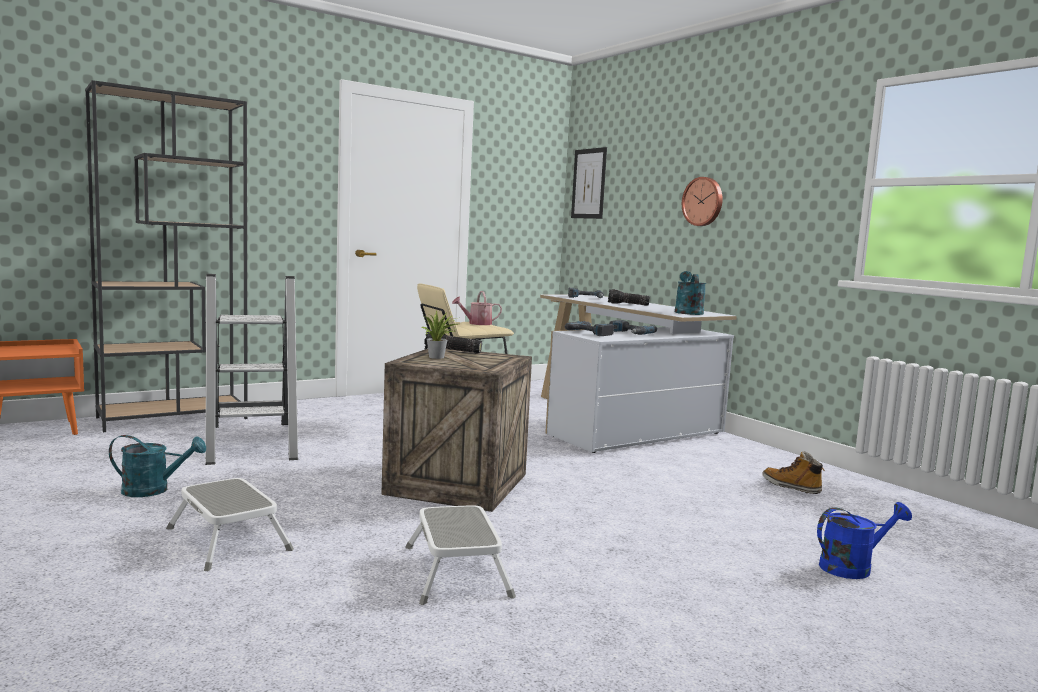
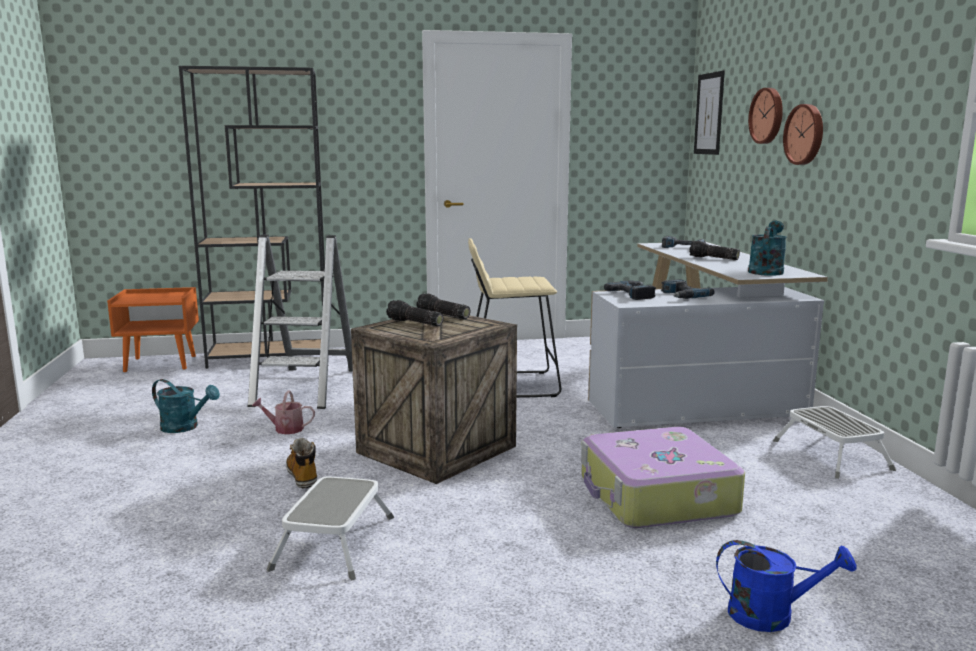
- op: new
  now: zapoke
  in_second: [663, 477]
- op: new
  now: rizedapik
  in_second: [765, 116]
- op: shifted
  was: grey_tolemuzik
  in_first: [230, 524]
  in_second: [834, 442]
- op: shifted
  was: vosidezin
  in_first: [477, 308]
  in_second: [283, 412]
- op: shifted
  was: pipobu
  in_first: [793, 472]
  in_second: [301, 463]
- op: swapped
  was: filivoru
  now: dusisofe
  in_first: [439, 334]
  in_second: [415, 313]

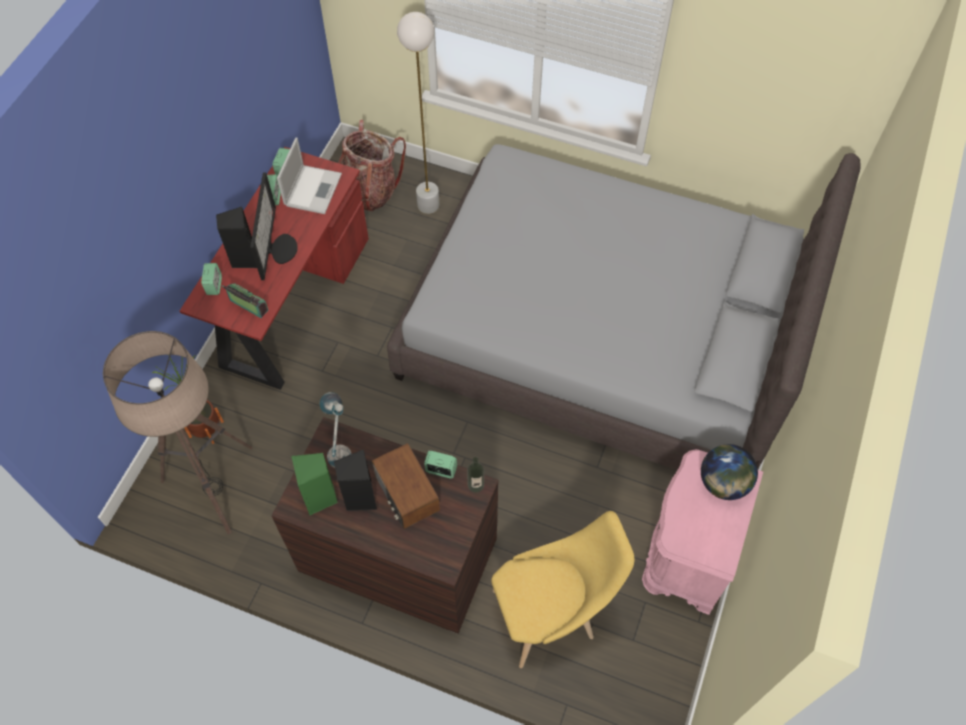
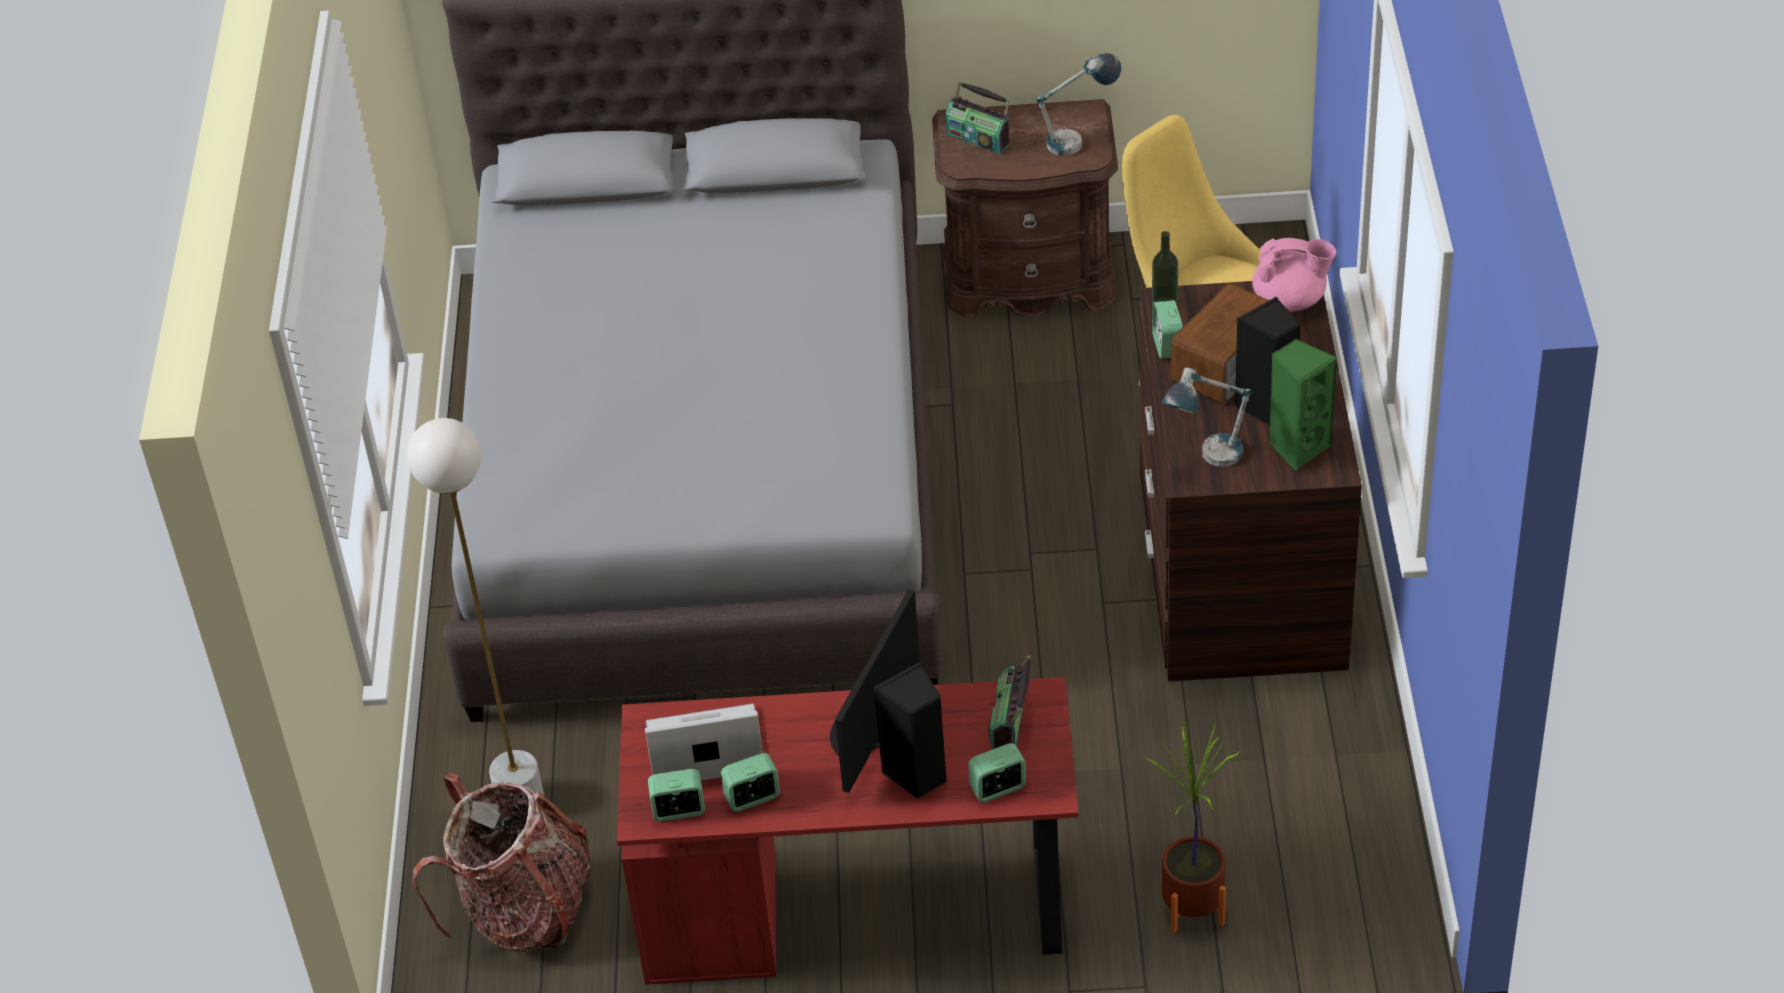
- op: gone
  was: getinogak
  in_first: [178, 432]
- op: new
  now: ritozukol
  in_second: [1079, 104]
- op: new
  now: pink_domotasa
  in_second: [1294, 274]
- op: swapped
  was: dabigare
  now: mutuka
  in_first: [729, 472]
  in_second: [977, 118]
- op: repainted
  was: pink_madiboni
  now: brown_madiboni
  in_first: [702, 532]
  in_second: [1025, 208]
- op: rotated
  was: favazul
  in_first: [274, 226]
  in_second: [875, 691]
  clockwise: -45

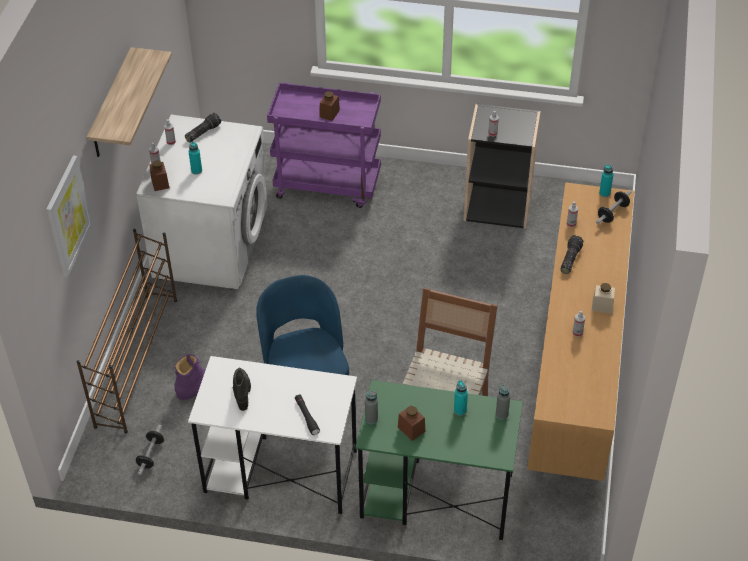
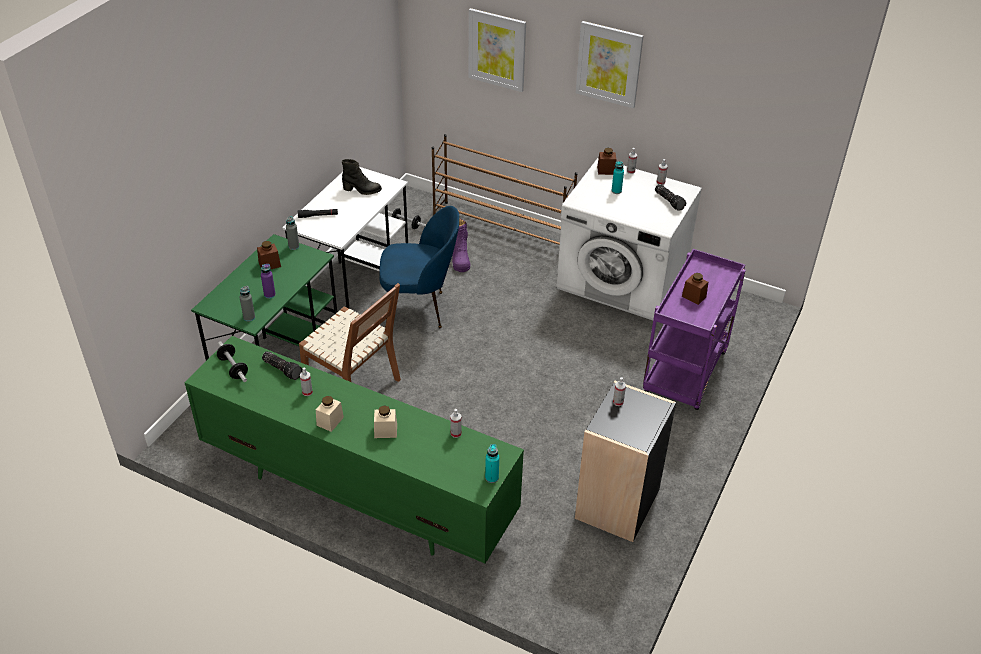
- op: new
  now: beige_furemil
  in_second: [385, 421]
- op: shifted
  was: dusisofe
  in_first: [572, 254]
  in_second: [282, 365]
- op: shifted
  was: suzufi
  in_first: [614, 207]
  in_second: [232, 361]
- op: swapped
  was: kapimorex
  now: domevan
  in_first: [129, 102]
  in_second: [610, 64]
- op: repainted
  was: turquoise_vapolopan
  now: purple_vapolopan
  in_first: [461, 398]
  in_second: [268, 281]
- op: repainted
  was: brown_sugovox
  now: green_sugovox
  in_first: [580, 331]
  in_second: [354, 449]

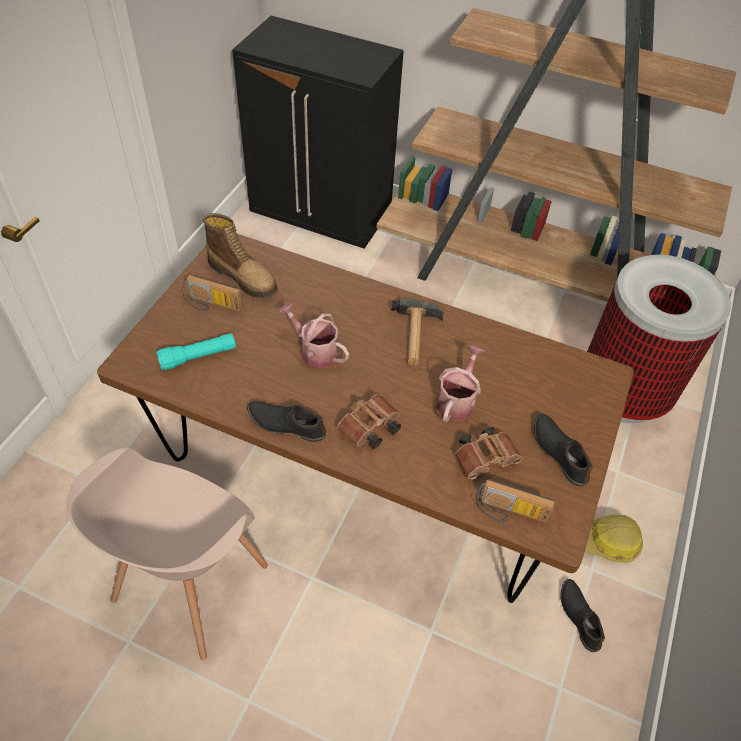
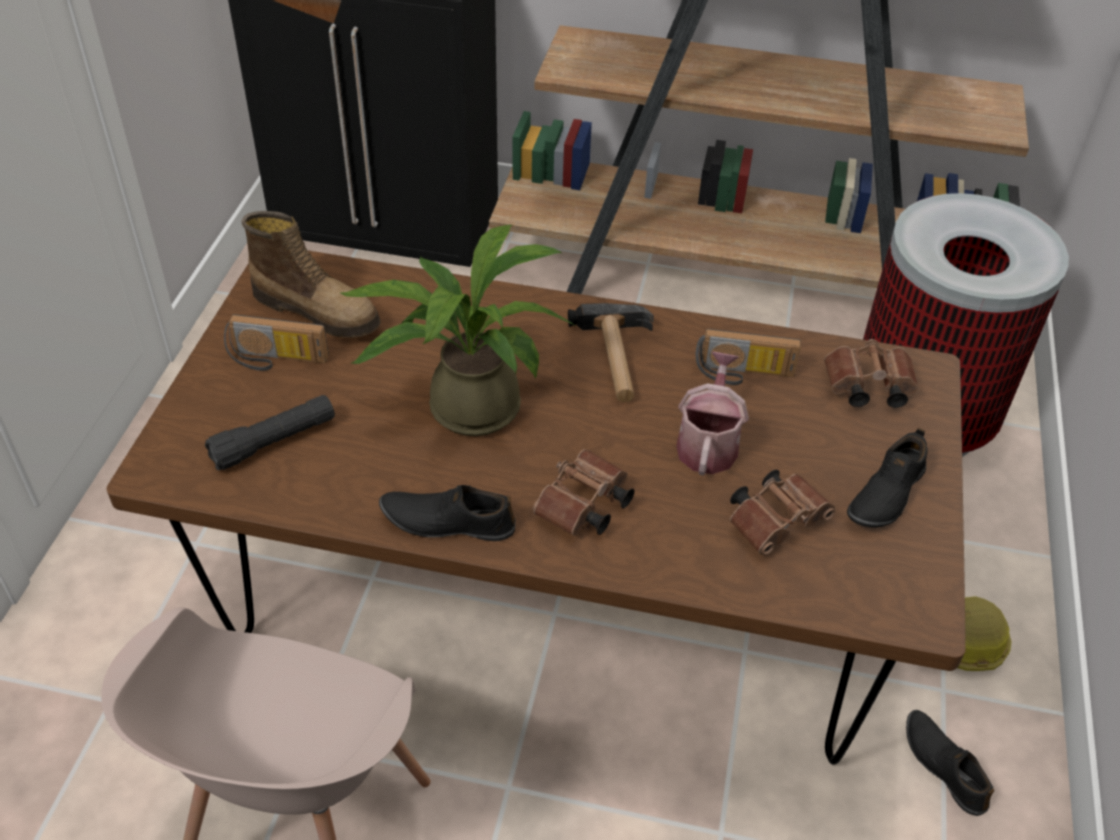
- op: new
  now: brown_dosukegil
  in_second: [871, 373]
- op: shifted
  was: mutuka
  in_first: [515, 501]
  in_second: [748, 357]
- op: swapped
  was: vosidezin
  now: filivoru
  in_first: [313, 336]
  in_second: [458, 330]
- op: repainted
  was: turquoise_dusisofe
  now: black_dusisofe
  in_first: [196, 351]
  in_second: [270, 432]
- op: rotated
  was: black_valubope
  in_first: [563, 450]
  in_second: [887, 478]
  clockwise: -105

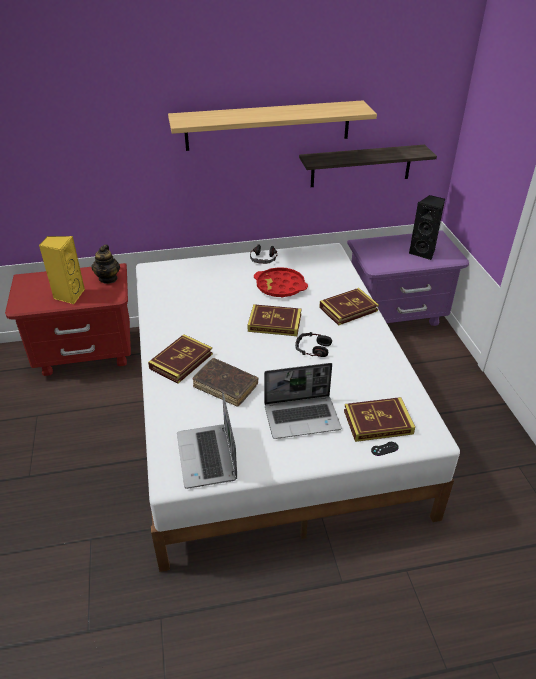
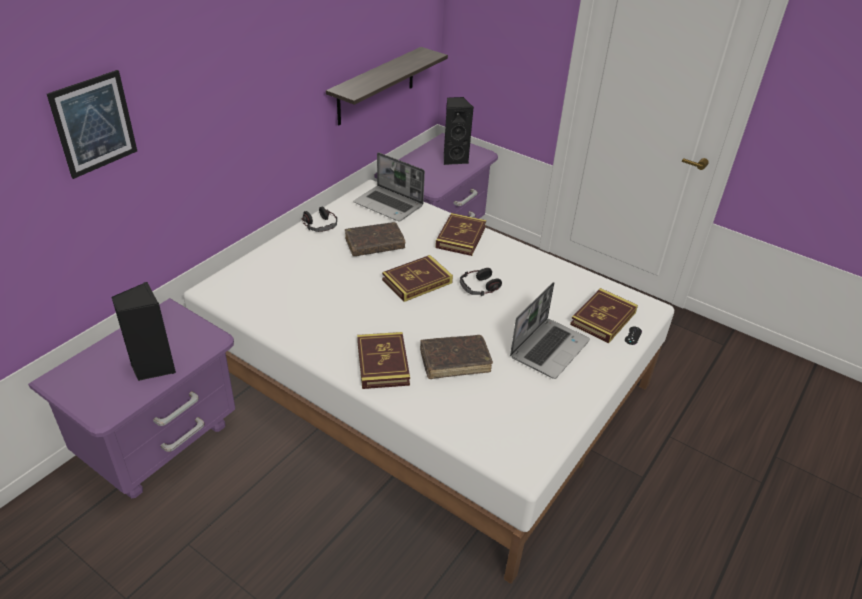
- op: gone
  was: domotasa
  in_first: [105, 264]
- op: gone
  was: kapimorex
  in_first: [272, 125]
- op: new
  now: domevan
  in_second: [92, 124]
- op: shifted
  was: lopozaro
  in_first: [207, 440]
  in_second: [389, 186]
- op: swapped
  was: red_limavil
  now: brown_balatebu
  in_first: [281, 282]
  in_second: [375, 239]
- op: repainted
  was: red_madiboni
  now: purple_madiboni
  in_first: [68, 319]
  in_second: [131, 398]
- op: repainted
  was: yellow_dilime
  now: black_dilime
  in_first: [62, 270]
  in_second: [143, 331]

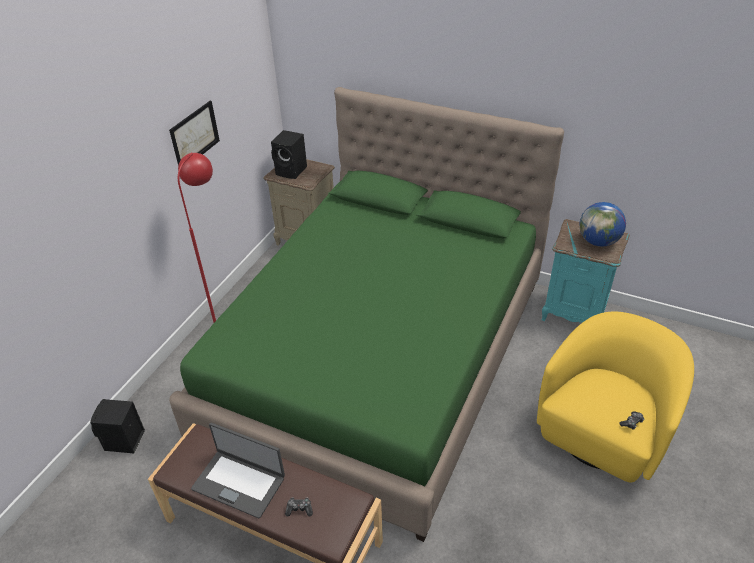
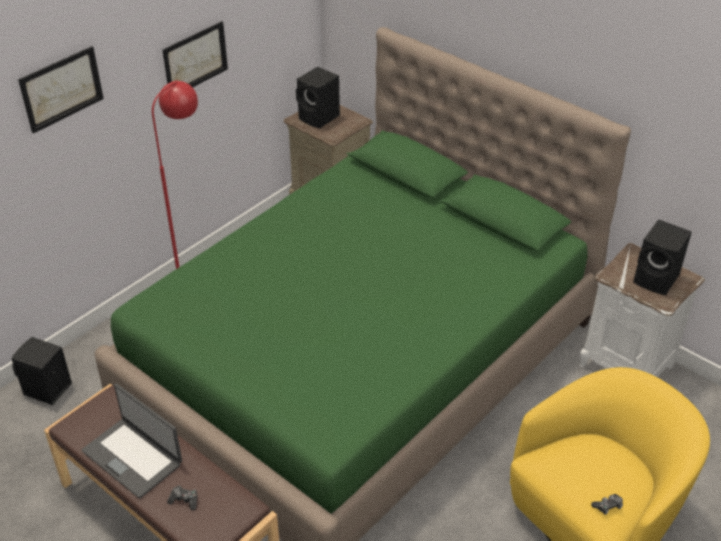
- op: new
  now: domevan
  in_second: [61, 90]
- op: swapped
  was: dabigare
  now: black_dilime
  in_first: [602, 224]
  in_second: [662, 257]
- op: repainted
  was: turquoise_madiboni
  now: white_madiboni
  in_first: [586, 271]
  in_second: [642, 310]

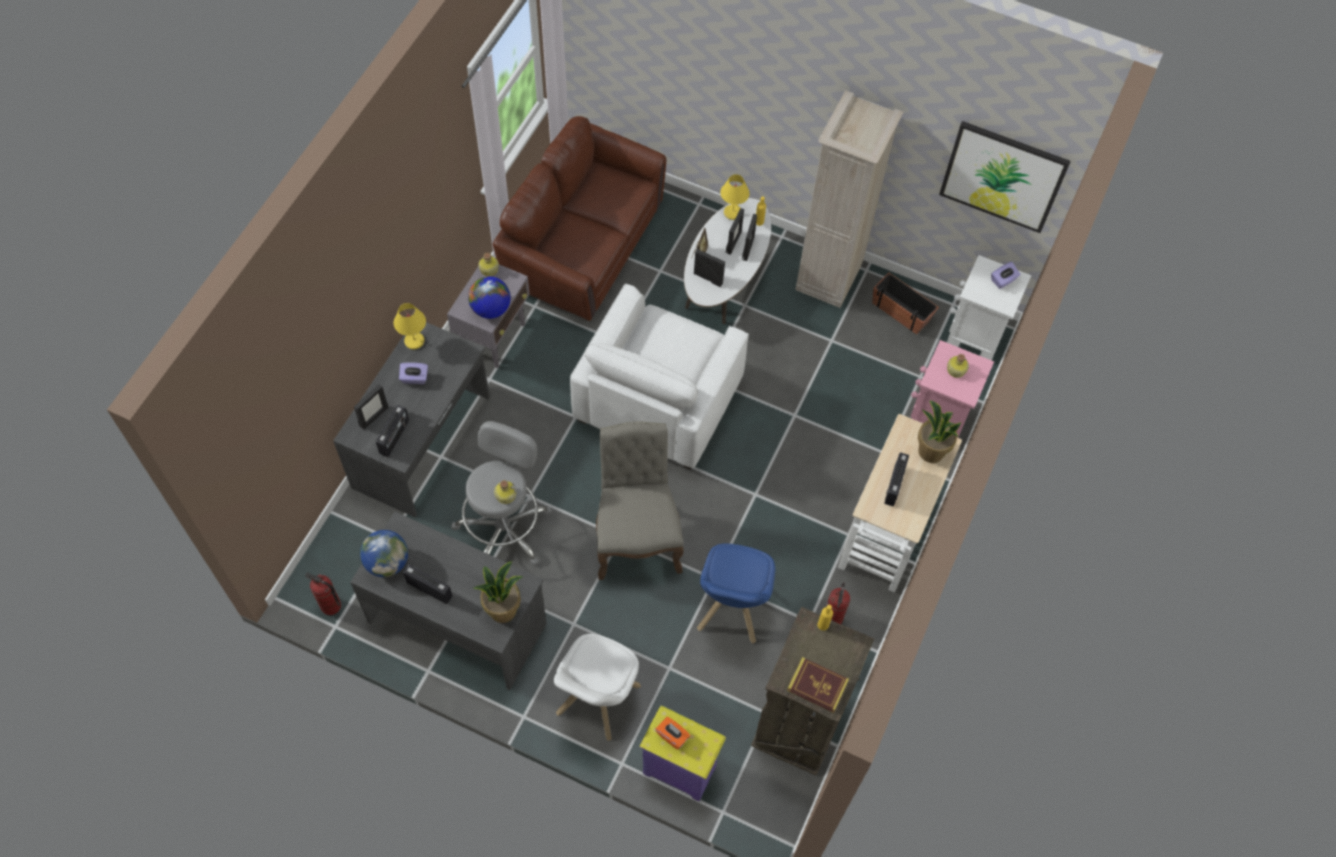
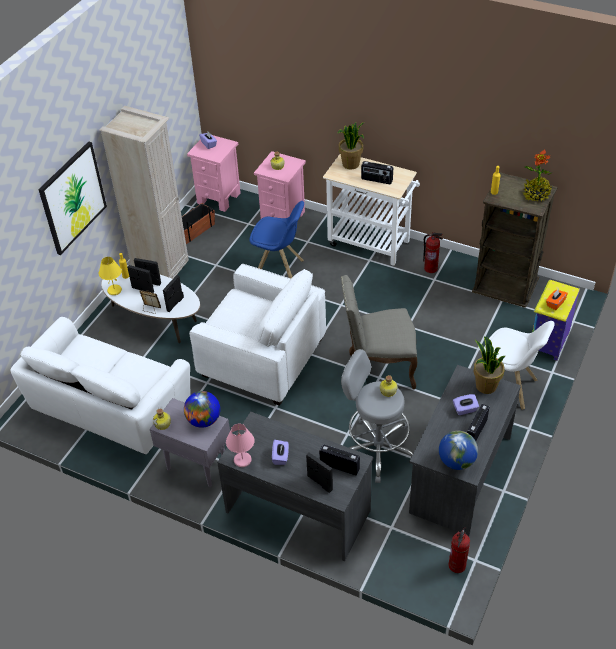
- op: new
  now: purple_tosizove
  in_second: [466, 404]
- op: shifted
  was: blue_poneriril
  in_first: [736, 593]
  in_second: [276, 239]
- op: shifted
  was: domevan
  in_first: [1005, 177]
  in_second: [72, 198]
- op: swapped
  was: balatebu
  now: filivoru
  in_first: [818, 685]
  in_second: [537, 175]
- op: repainted
  was: yellow_ritozukol
  now: pink_ritozukol
  in_first: [410, 326]
  in_second: [240, 445]
- op: repainted
  was: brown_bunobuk
  now: white_bunobuk
  in_first: [579, 218]
  in_second: [101, 385]
- op: repainted
  was: white_madiboni
  now: pink_madiboni
  in_first: [989, 307]
  in_second: [214, 173]

